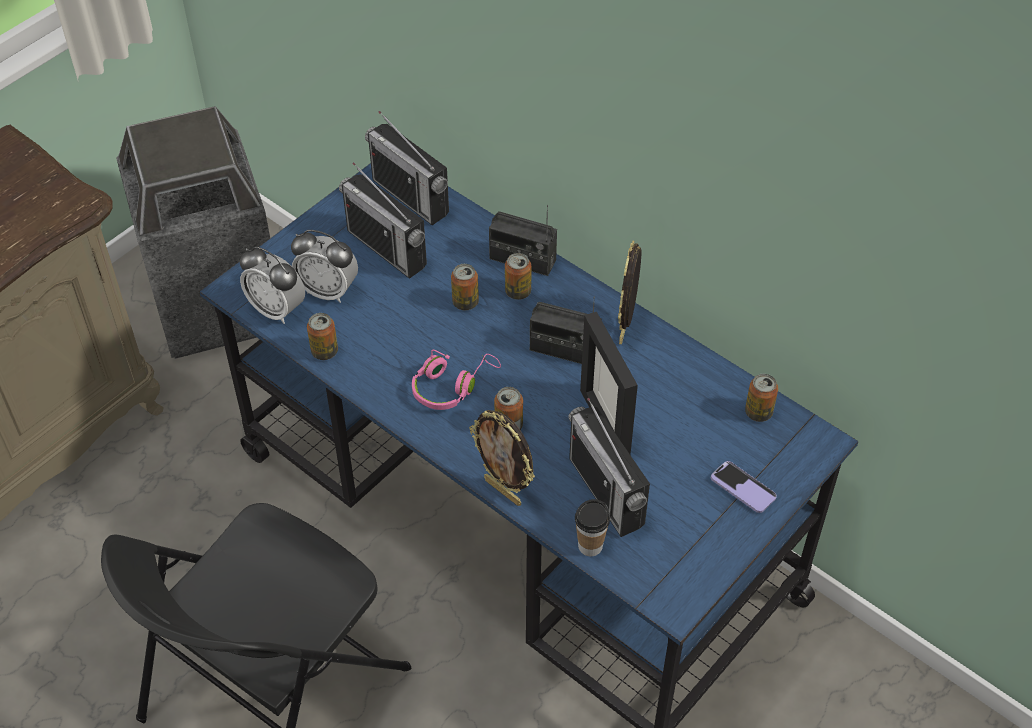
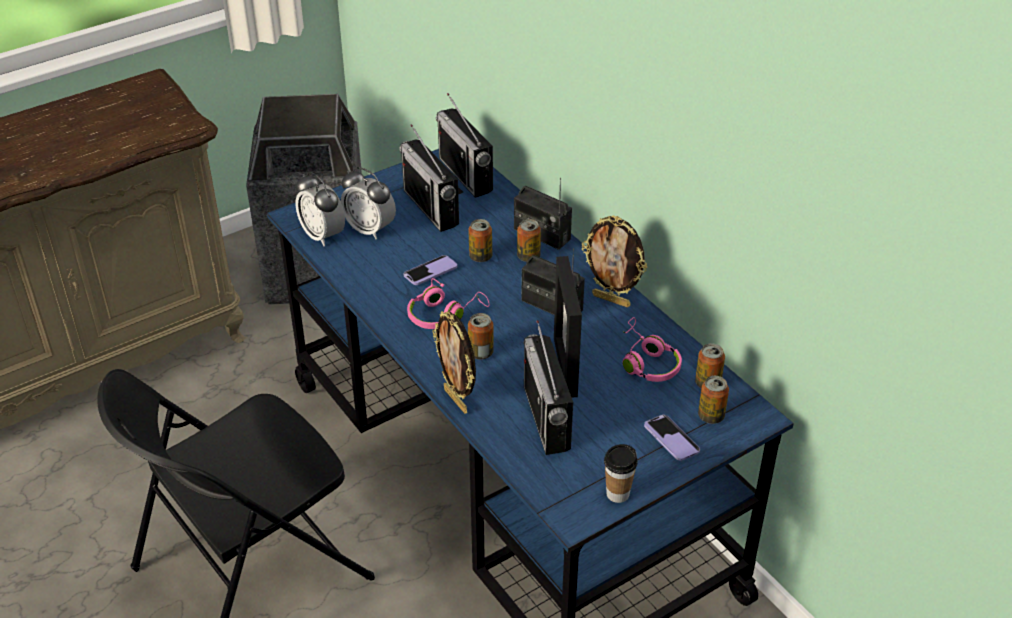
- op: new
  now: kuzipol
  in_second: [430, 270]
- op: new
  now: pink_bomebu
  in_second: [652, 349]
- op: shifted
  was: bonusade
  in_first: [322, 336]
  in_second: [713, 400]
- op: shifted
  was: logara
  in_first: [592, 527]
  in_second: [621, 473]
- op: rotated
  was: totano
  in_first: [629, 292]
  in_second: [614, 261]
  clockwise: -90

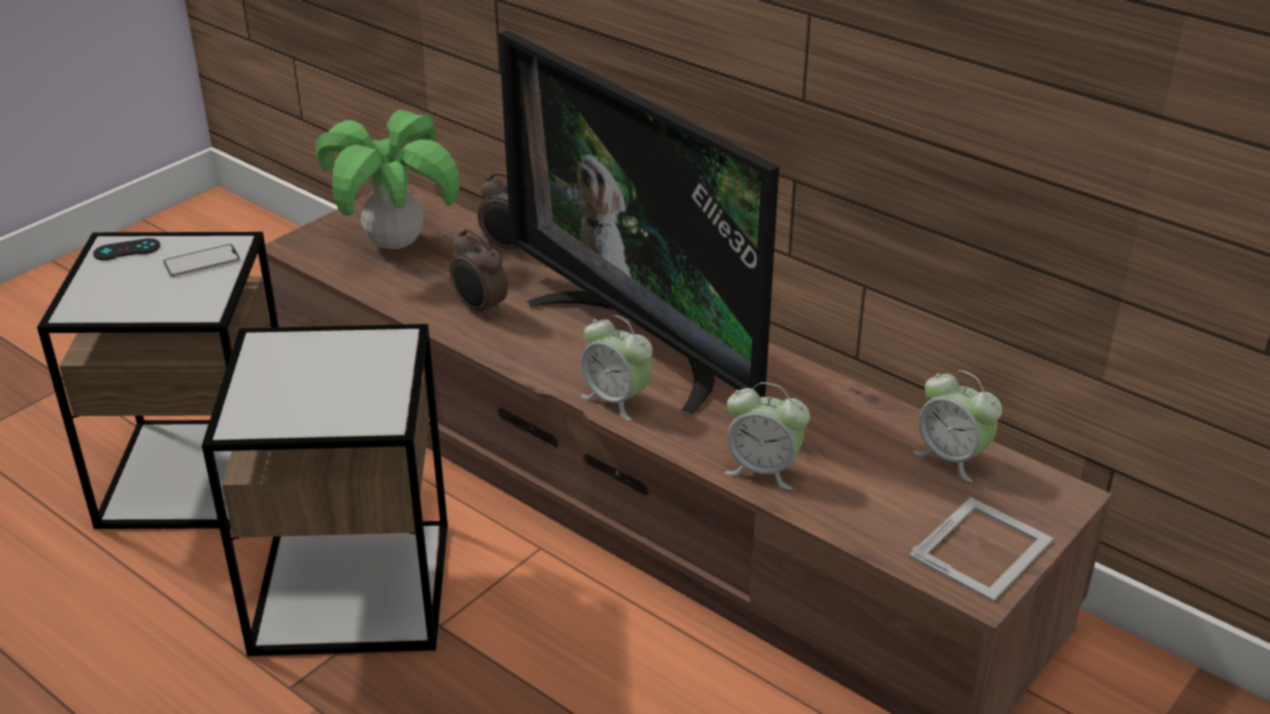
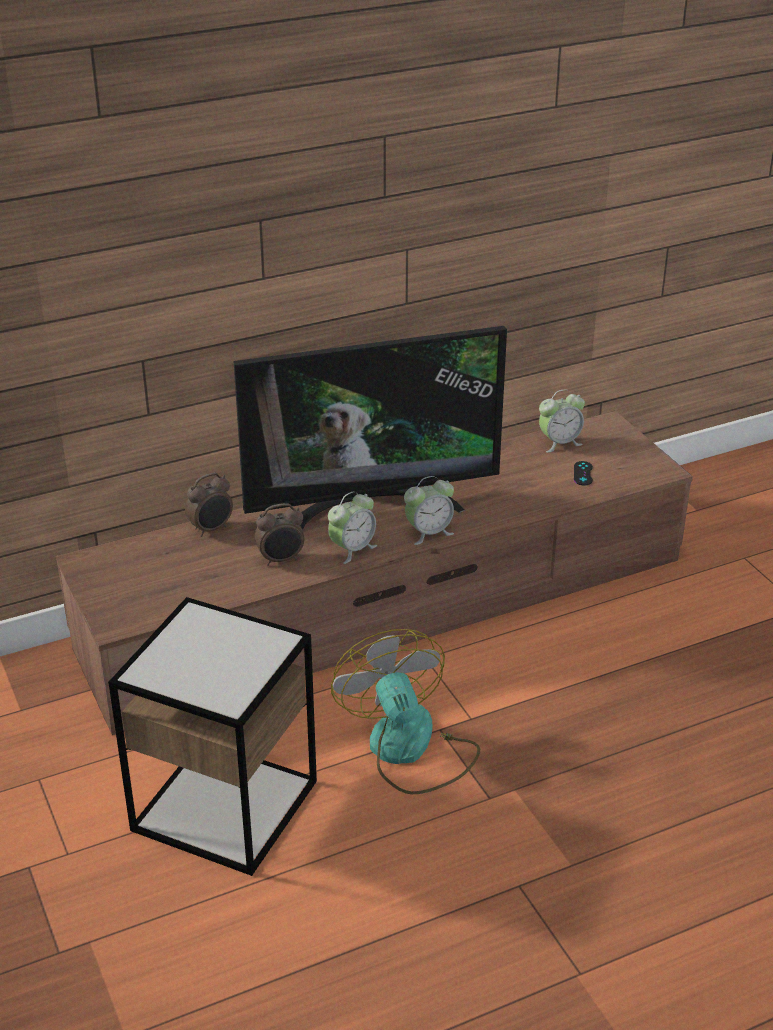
- op: gone
  was: kuzipol
  in_first: [201, 260]
- op: gone
  was: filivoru
  in_first: [387, 179]
- op: gone
  was: totano
  in_first: [981, 549]
- op: shifted
  was: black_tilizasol
  in_first: [126, 249]
  in_second: [583, 473]
- op: shifted
  was: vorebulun
  in_first: [767, 436]
  in_second: [352, 528]
- op: swapped
  was: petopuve
  now: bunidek
  in_first: [325, 490]
  in_second: [405, 711]

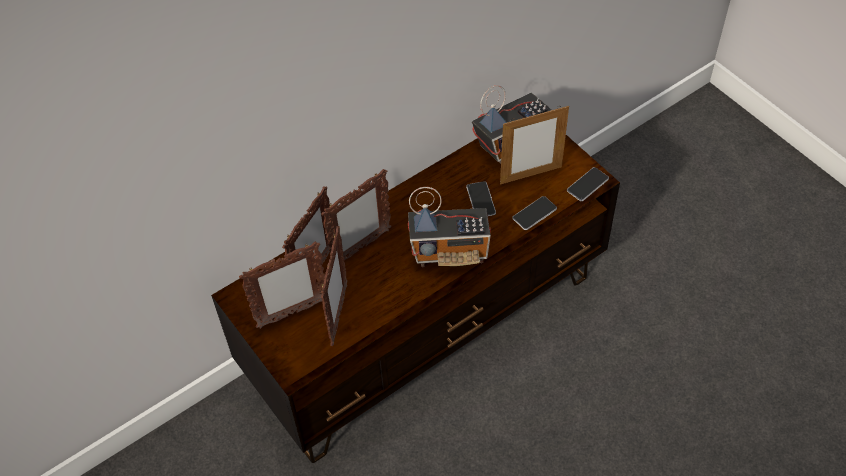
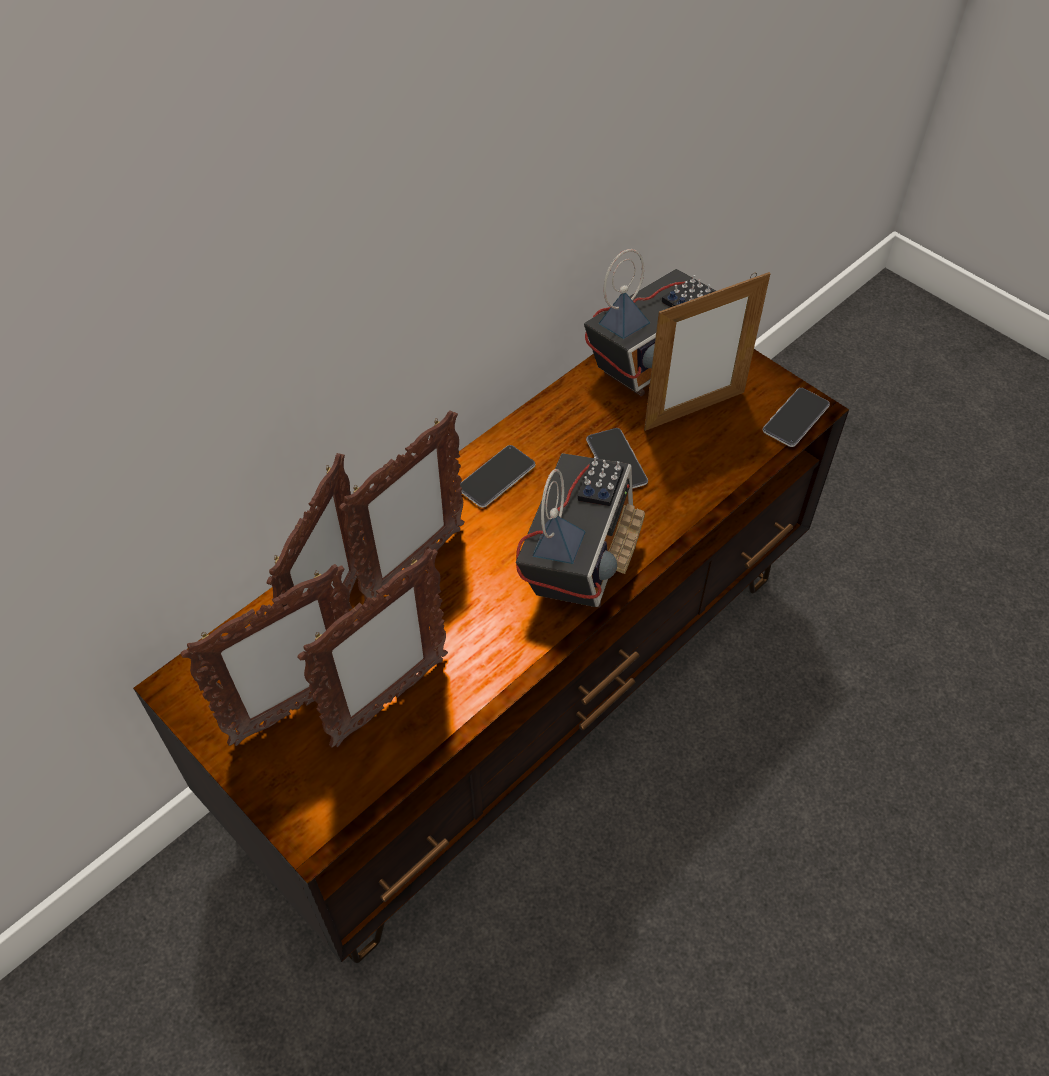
- op: shifted
  was: kuzipol
  in_first: [534, 213]
  in_second: [497, 476]
- op: rotated
  was: totano
  in_first: [334, 286]
  in_second: [372, 648]
  clockwise: 45
- op: rotated
  was: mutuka
  in_first: [449, 227]
  in_second: [580, 530]
  clockwise: -60

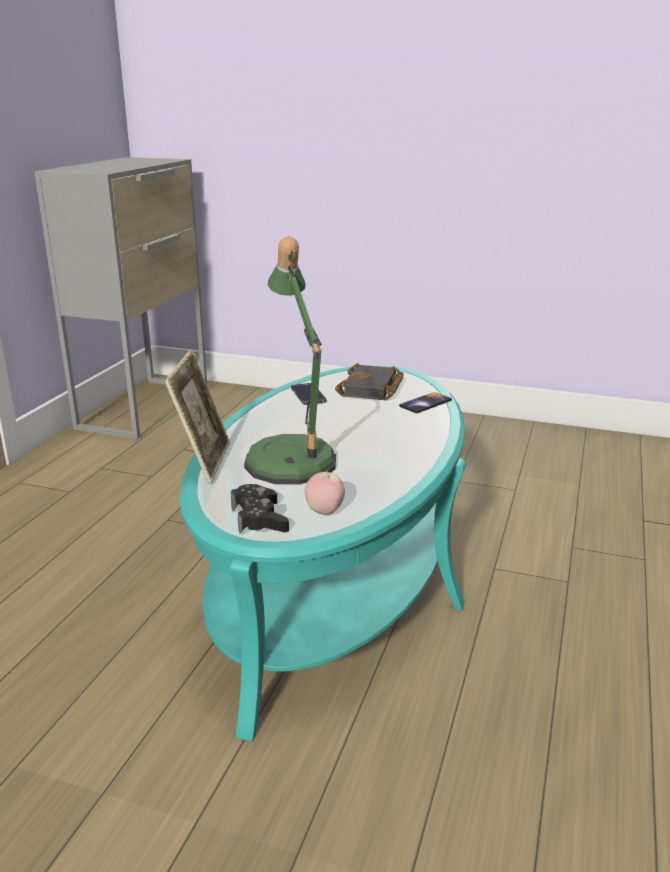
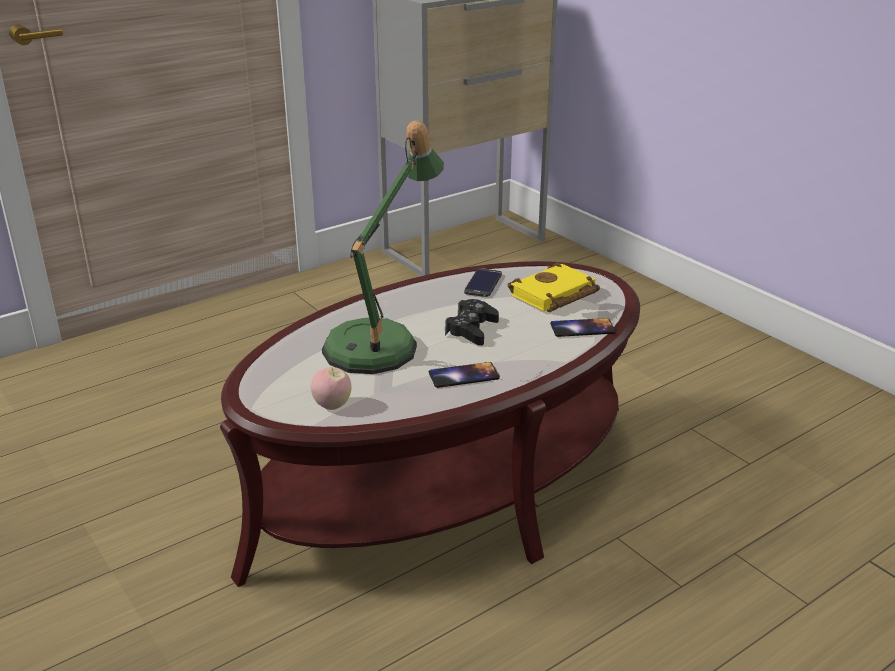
- op: gone
  was: totano
  in_first: [197, 416]
- op: new
  now: kuzipol
  in_second: [464, 375]
- op: shifted
  was: black_tilizasol
  in_first: [260, 509]
  in_second: [472, 322]
- op: repainted
  was: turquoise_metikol
  now: brown_metikol
  in_first: [323, 553]
  in_second: [430, 424]
- op: repainted
  was: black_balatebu
  now: yellow_balatebu
  in_first: [369, 381]
  in_second: [554, 287]

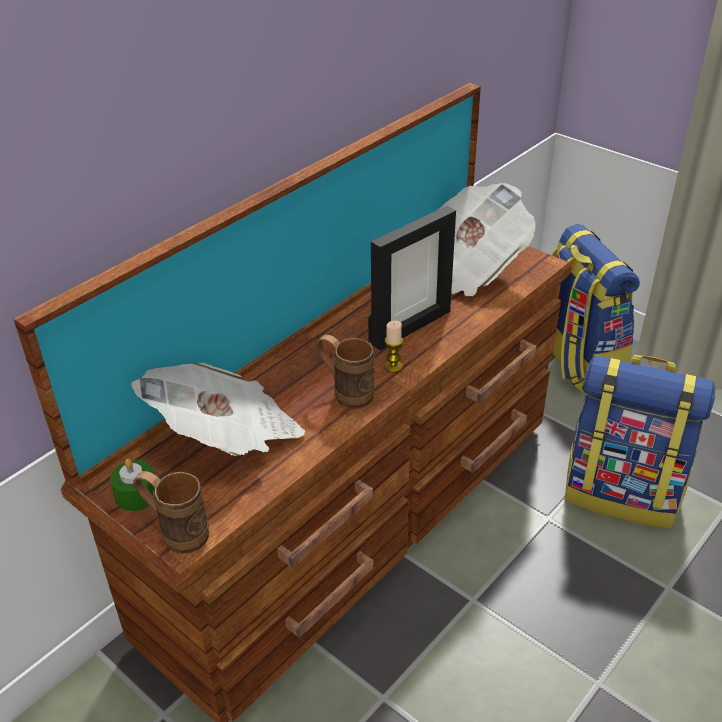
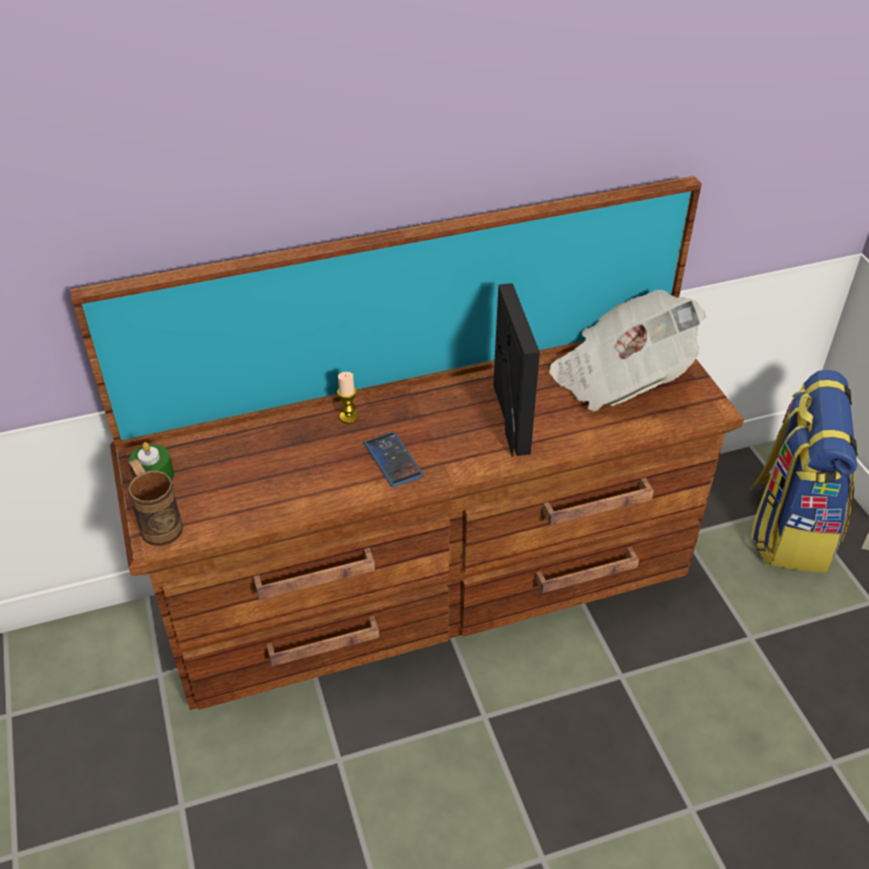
- op: gone
  was: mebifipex
  in_first: [218, 409]
- op: gone
  was: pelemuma
  in_first: [640, 442]
- op: shifted
  was: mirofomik
  in_first: [394, 347]
  in_second: [347, 398]
- op: swapped
  was: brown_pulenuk
  now: kuzipol
  in_first: [345, 372]
  in_second: [394, 459]
- op: rotated
  was: totano
  in_first: [412, 278]
  in_second: [516, 370]
  clockwise: -90

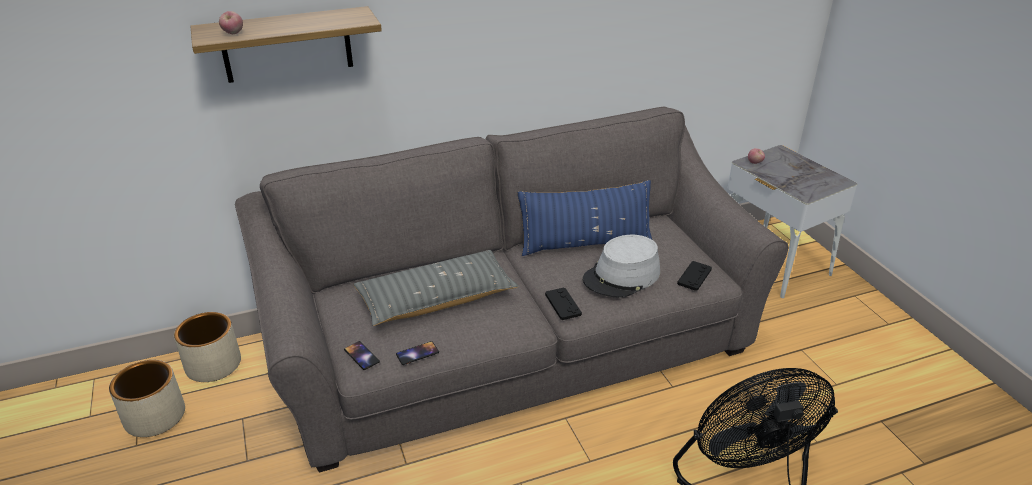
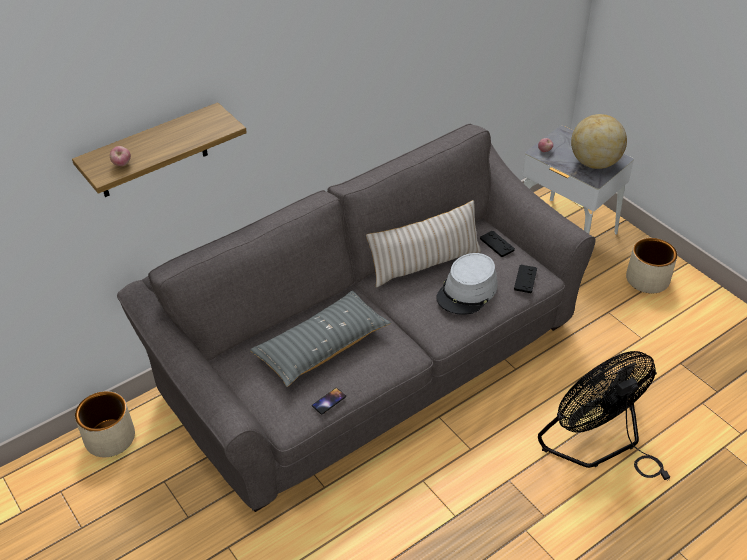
- op: gone
  was: kuzipol
  in_first: [362, 355]
- op: new
  now: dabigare
  in_second: [599, 141]
- op: shifted
  was: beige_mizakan
  in_first: [147, 398]
  in_second: [651, 265]
- op: shifted
  was: black_tilizasol
  in_first: [563, 303]
  in_second: [497, 244]
- op: repainted
  was: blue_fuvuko
  now: beige_fuvuko
  in_first: [584, 218]
  in_second: [423, 244]

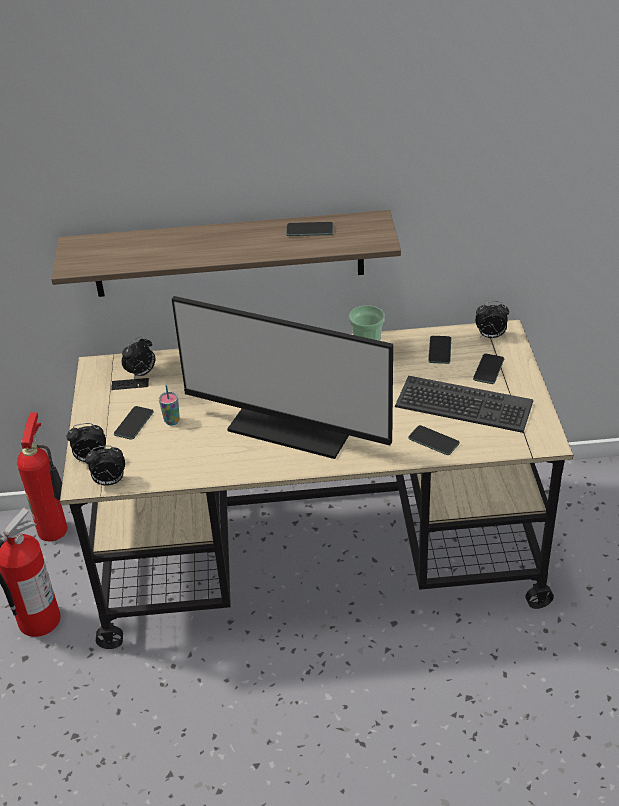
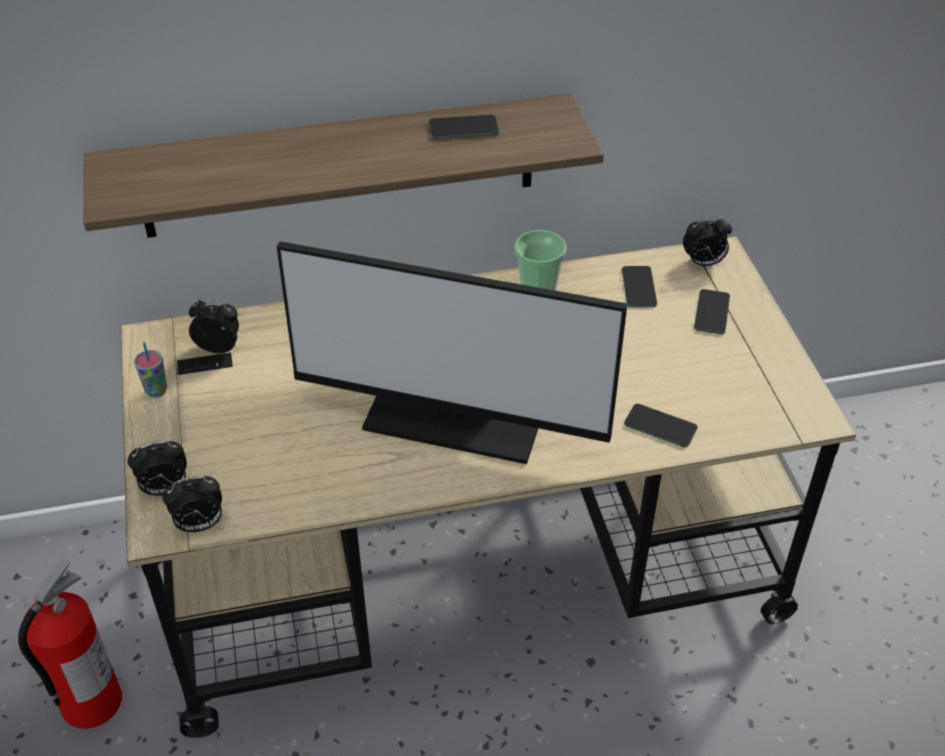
- op: gone
  was: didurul
  in_first: [42, 476]
- op: gone
  was: kuzipol
  in_first: [134, 423]
- op: gone
  was: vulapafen
  in_first: [464, 404]
- op: shifted
  was: logara
  in_first: [169, 405]
  in_second: [150, 370]
- op: rotated
  was: vorebulun
  in_first: [138, 357]
  in_second: [214, 325]
  clockwise: -120

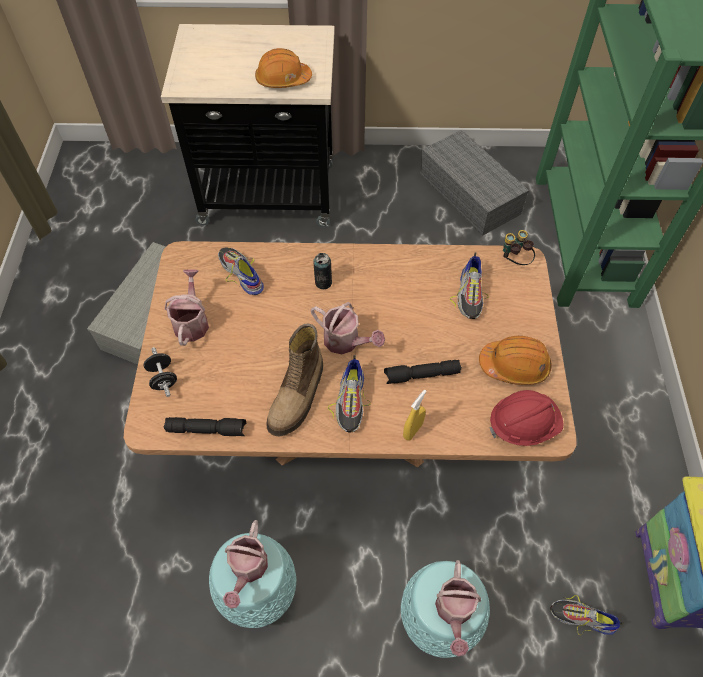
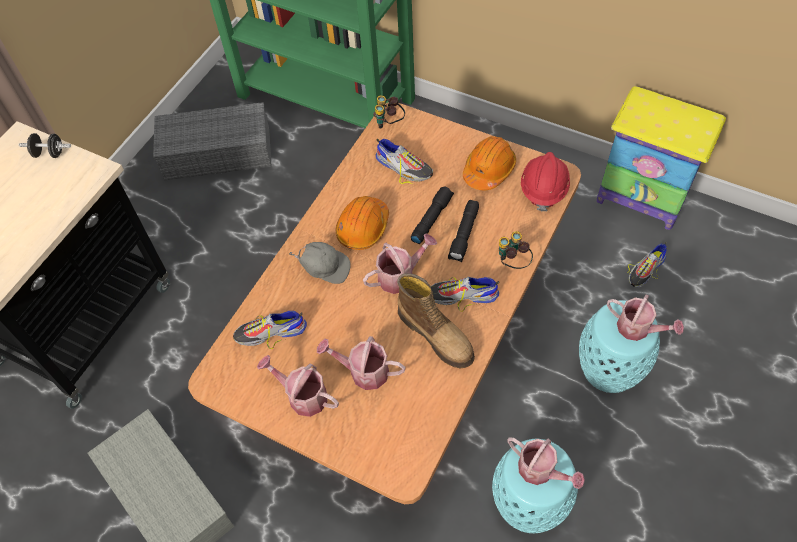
- op: new
  now: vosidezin
  in_second: [361, 363]
- op: shifted
  was: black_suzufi
  in_first: [160, 372]
  in_second: [45, 145]
- op: shifted
  was: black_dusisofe
  in_first: [205, 426]
  in_second: [432, 215]
- op: shifted
  was: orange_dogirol
  in_first: [283, 68]
  in_second: [362, 223]
- op: swapped
  was: bonusade
  now: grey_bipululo
  in_first: [322, 271]
  in_second: [320, 263]
- op: swapped
  was: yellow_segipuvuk
  now: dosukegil
  in_first: [415, 415]
  in_second: [516, 250]
- op: rotated
  was: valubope
  in_first: [349, 393]
  in_second: [465, 294]
  clockwise: 150

